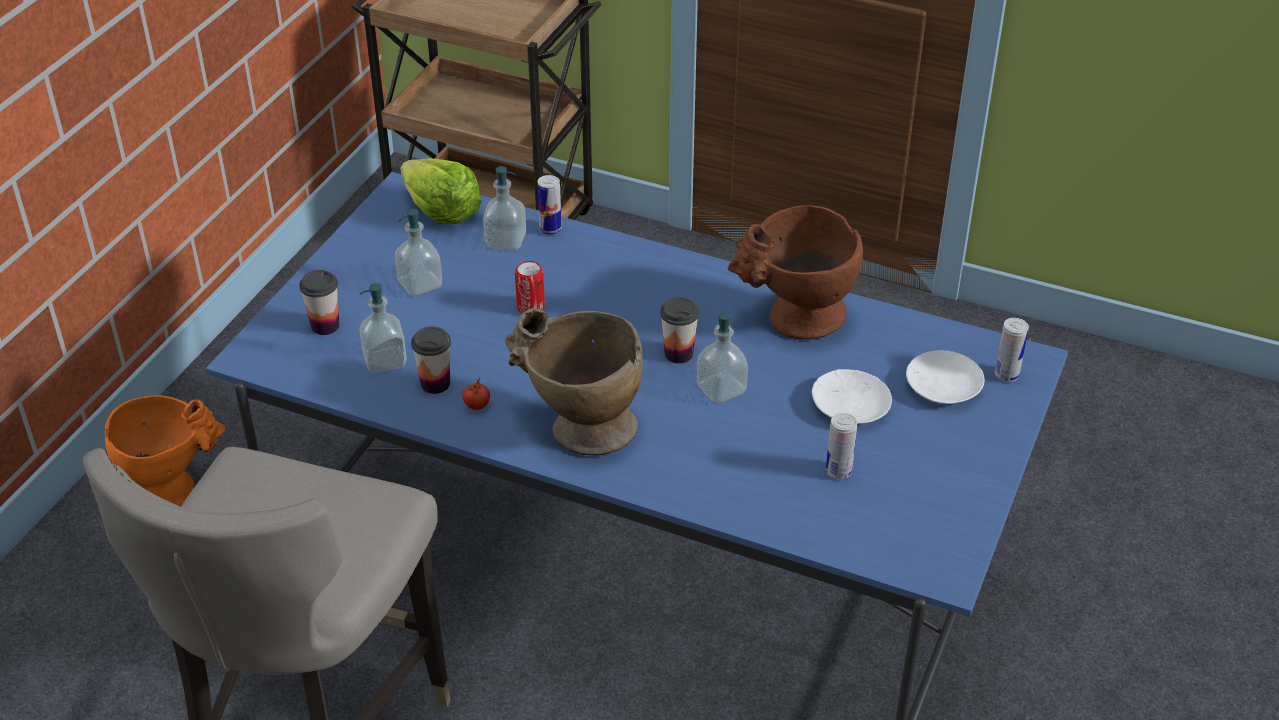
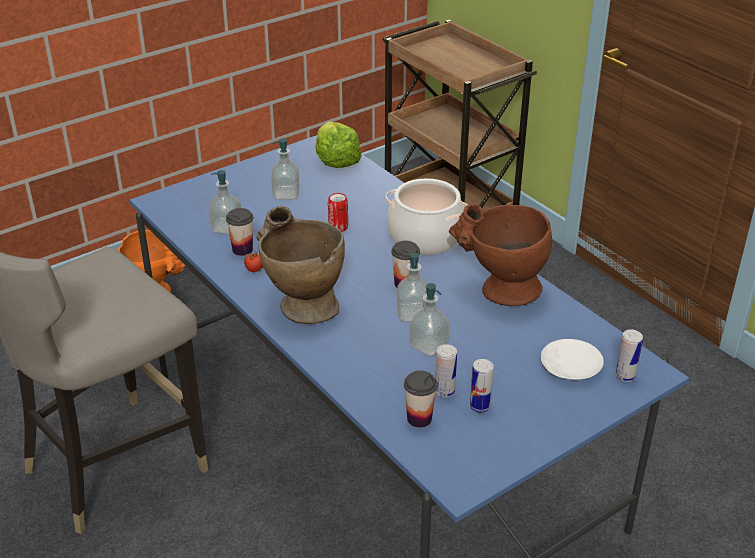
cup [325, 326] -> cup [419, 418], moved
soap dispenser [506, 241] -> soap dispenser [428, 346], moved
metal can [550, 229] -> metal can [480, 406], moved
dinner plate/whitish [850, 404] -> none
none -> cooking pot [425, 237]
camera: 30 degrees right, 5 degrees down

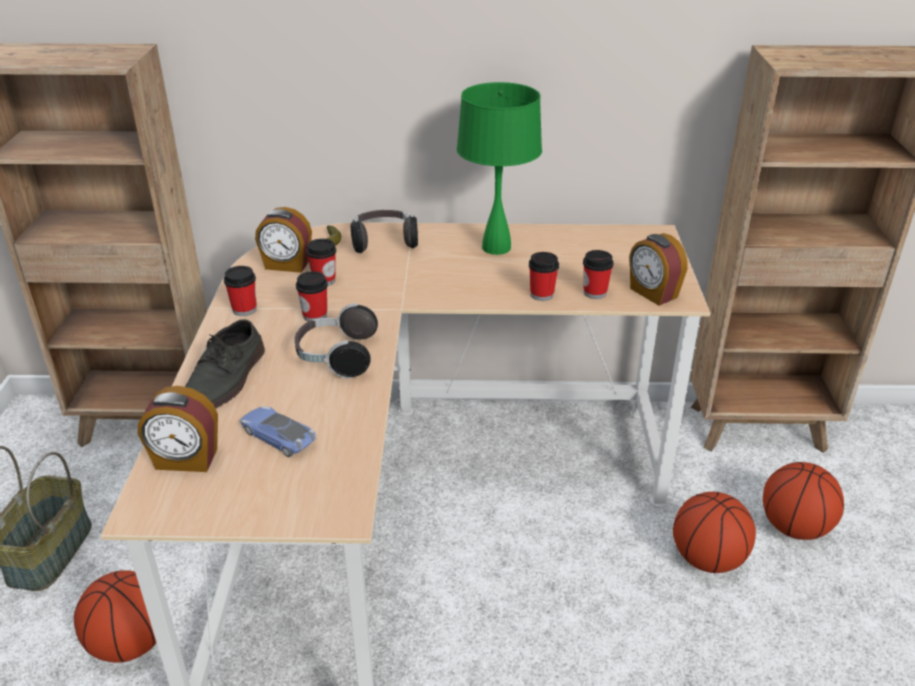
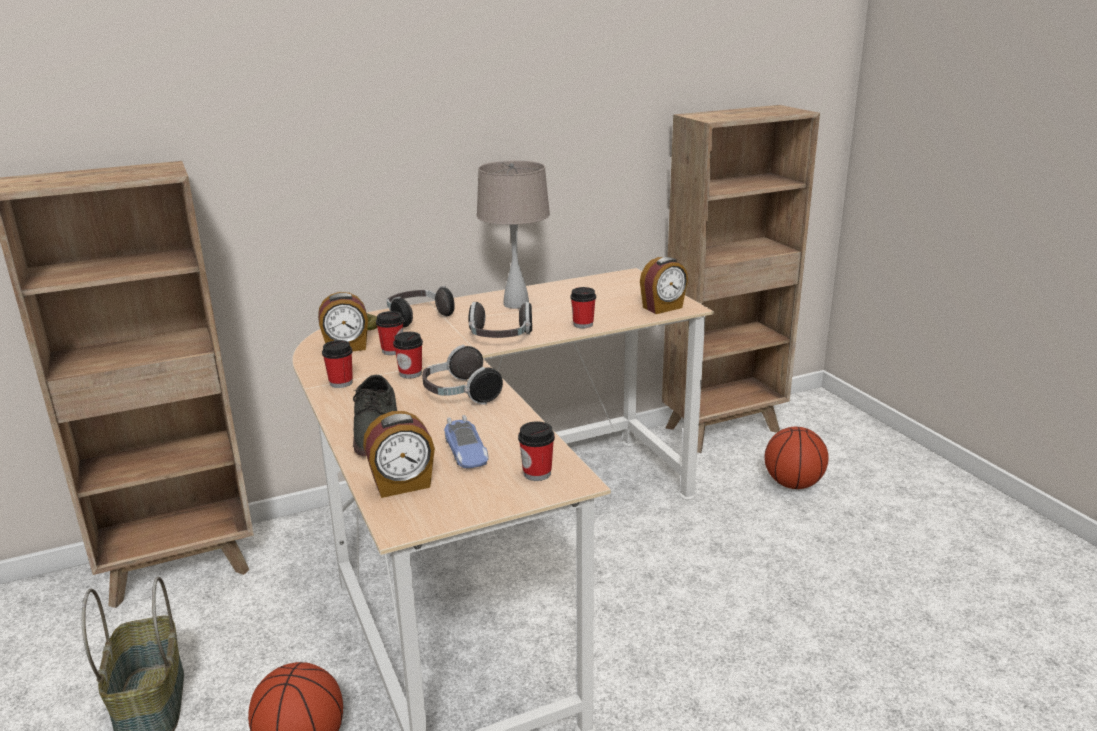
model car [278, 436] -> model car [466, 451], 120 degrees counterclockwise
tabletop lamp/green-coloured [495, 247] -> tabletop lamp/beige-coloured [515, 304]
cup [595, 293] -> cup [537, 473], moved
table clock [652, 293] -> table clock [663, 308], 60 degrees counterclockwise
ball for basketball [707, 559] -> none
none -> headset [500, 338]
camera: 25 degrees left, 10 degrees down

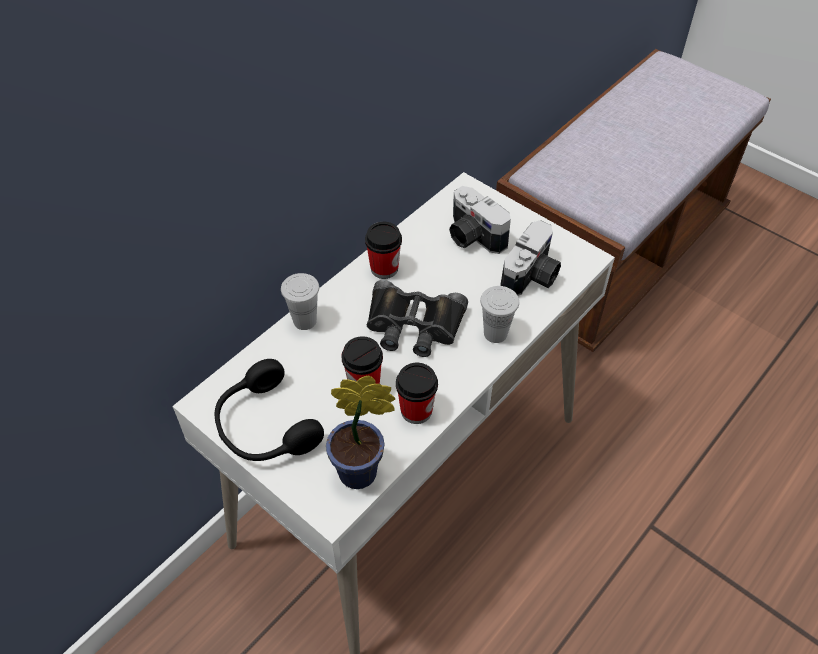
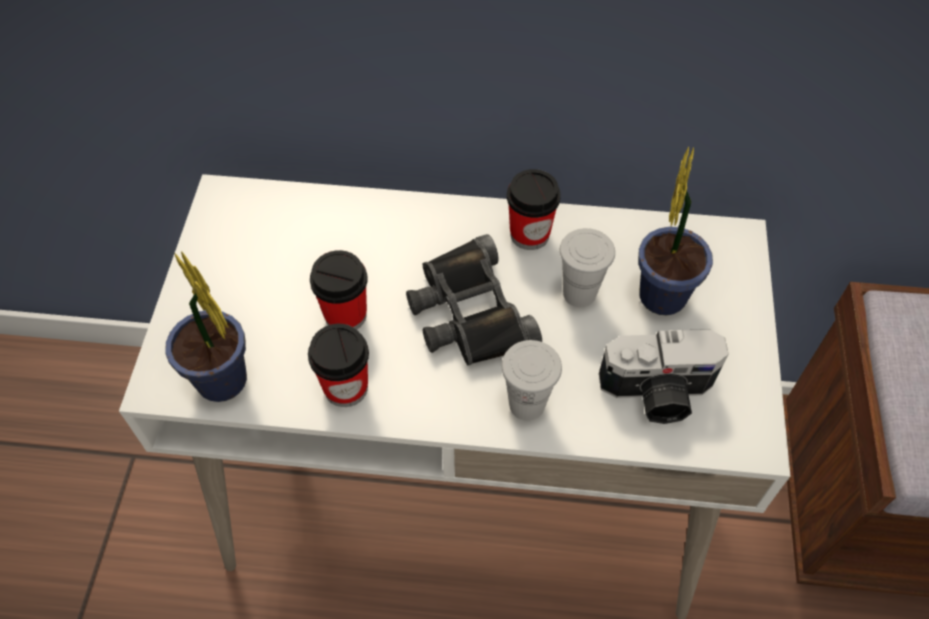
headset/black [264, 427] -> none
cup/whitish [305, 321] -> cup/whitish [579, 293], moved
still camera [472, 237] -> plant in a pot [663, 291]
camera: 55 degrees right, 5 degrees up

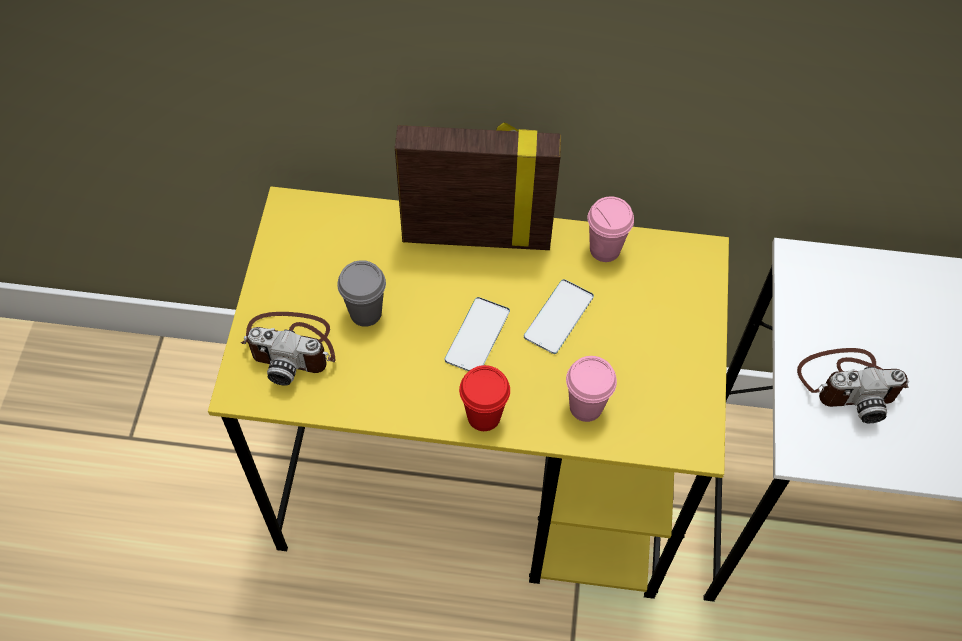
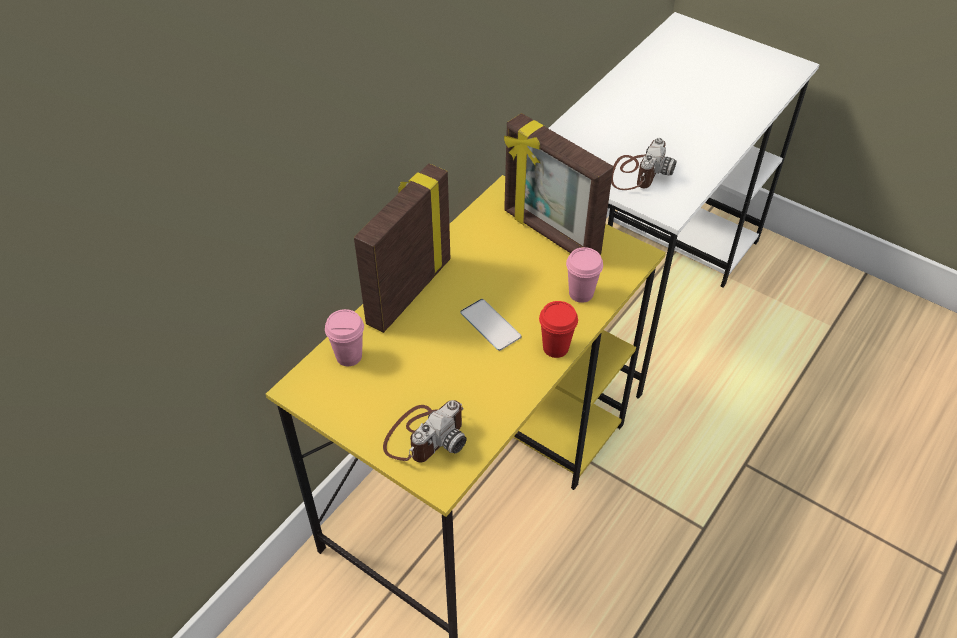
cup/gray [365, 313] -> none
phone [558, 317] -> none
cup/pink [604, 249] -> cup/pink [349, 356], moved
none -> photo frame [550, 234]
camera: 60 degrees left, 10 degrees down

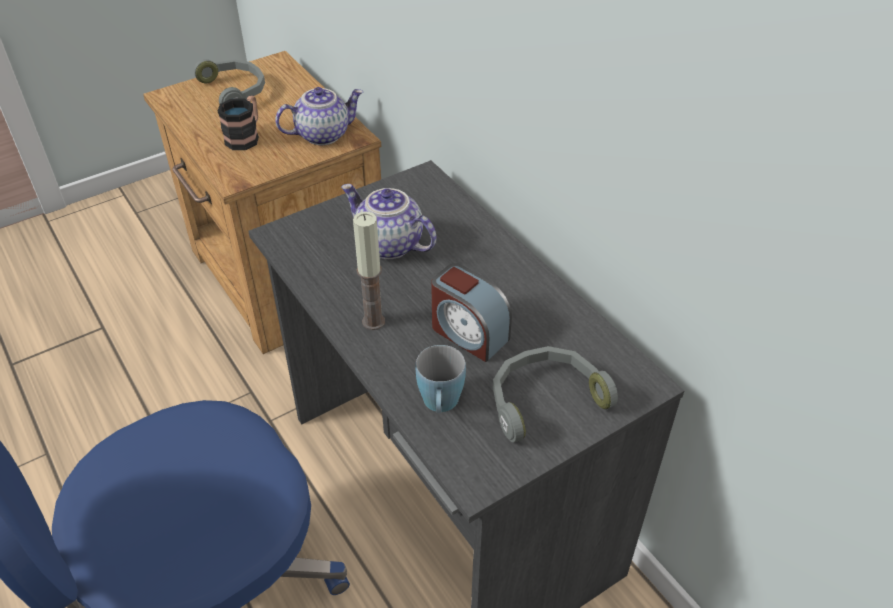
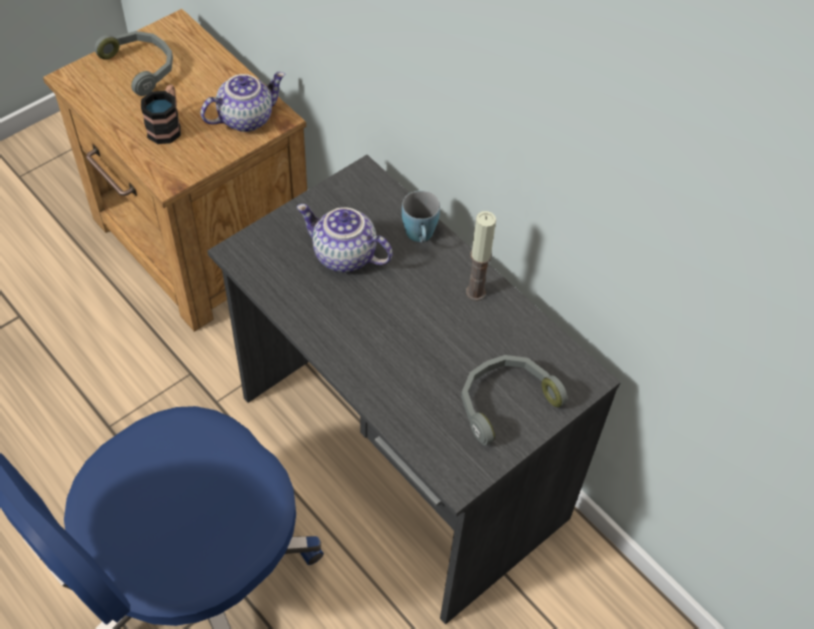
wax candle [373, 321] -> wax candle [475, 292], moved
coffee mug/bluish [440, 405] -> coffee mug/bluish [420, 237], moved
table clock [468, 333] -> none
camera: 10 degrees left, 10 degrees up

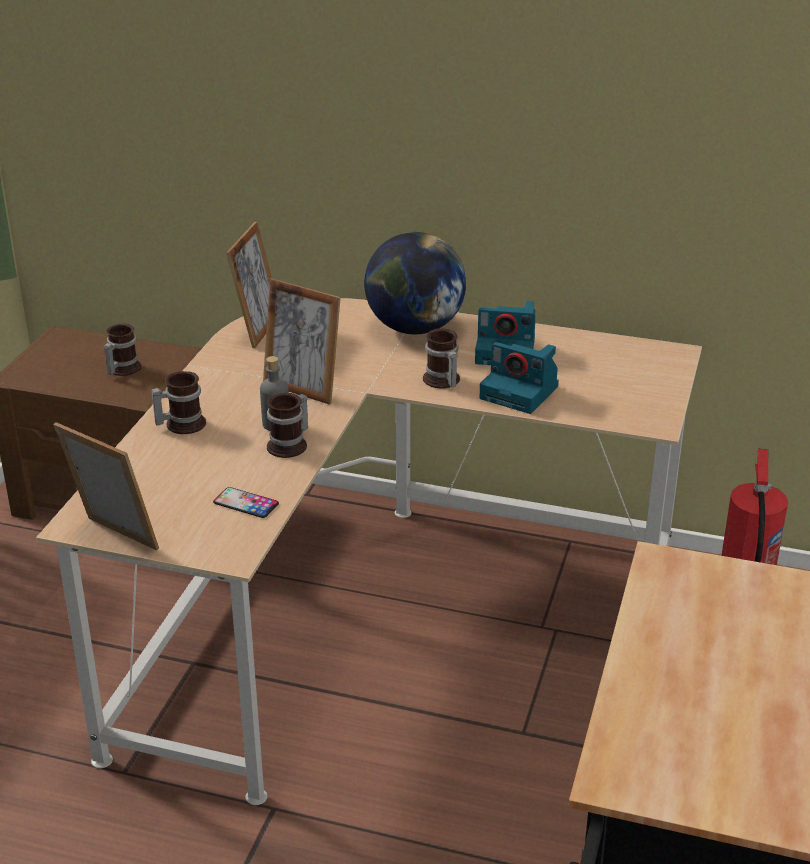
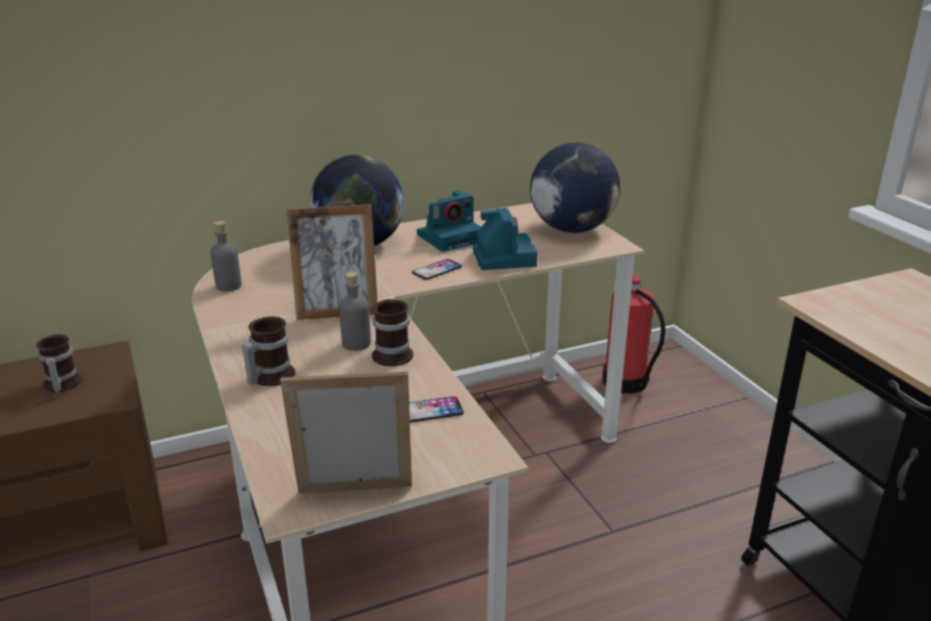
photo frame [257, 329] -> bottle/gray [228, 286]
coffee mug [441, 381] -> phone [437, 270]
still camera [521, 392] -> still camera [503, 257], 90 degrees counterclockwise
none -> globe [572, 229]
camera: 40 degrees left, 5 degrees down

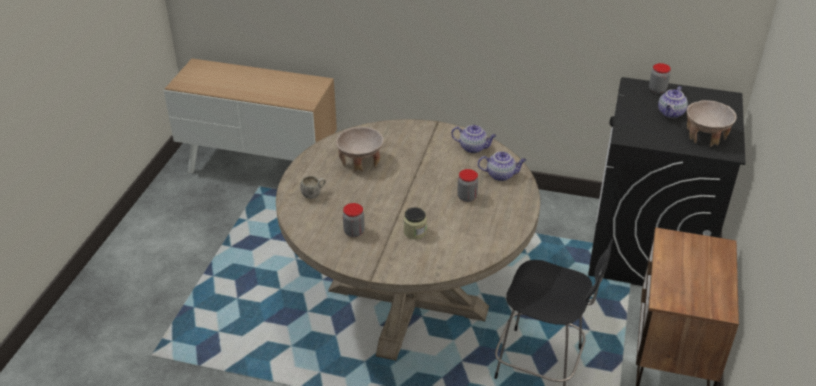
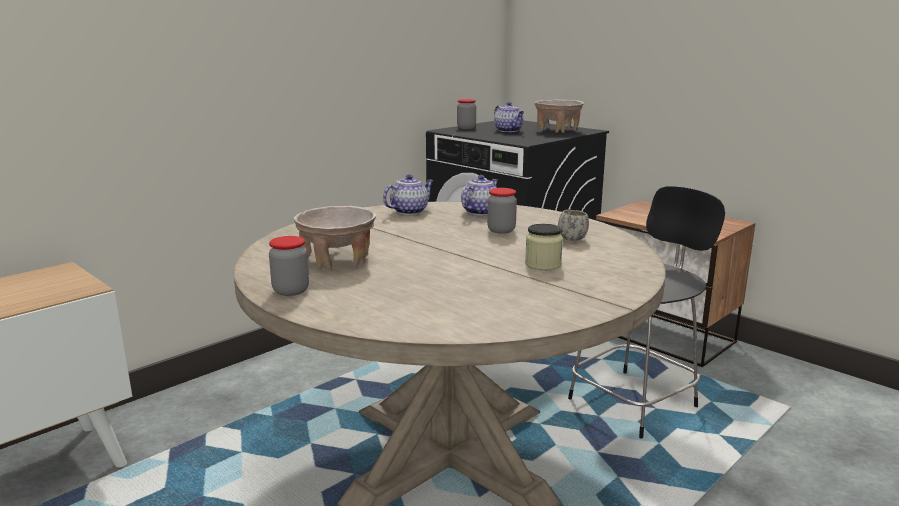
coffee mug/whitish [314, 194] -> coffee mug/whitish [571, 238], moved
preserve jar [354, 232] -> preserve jar [291, 291], moved
camera: 60 degrees left, 20 degrees down

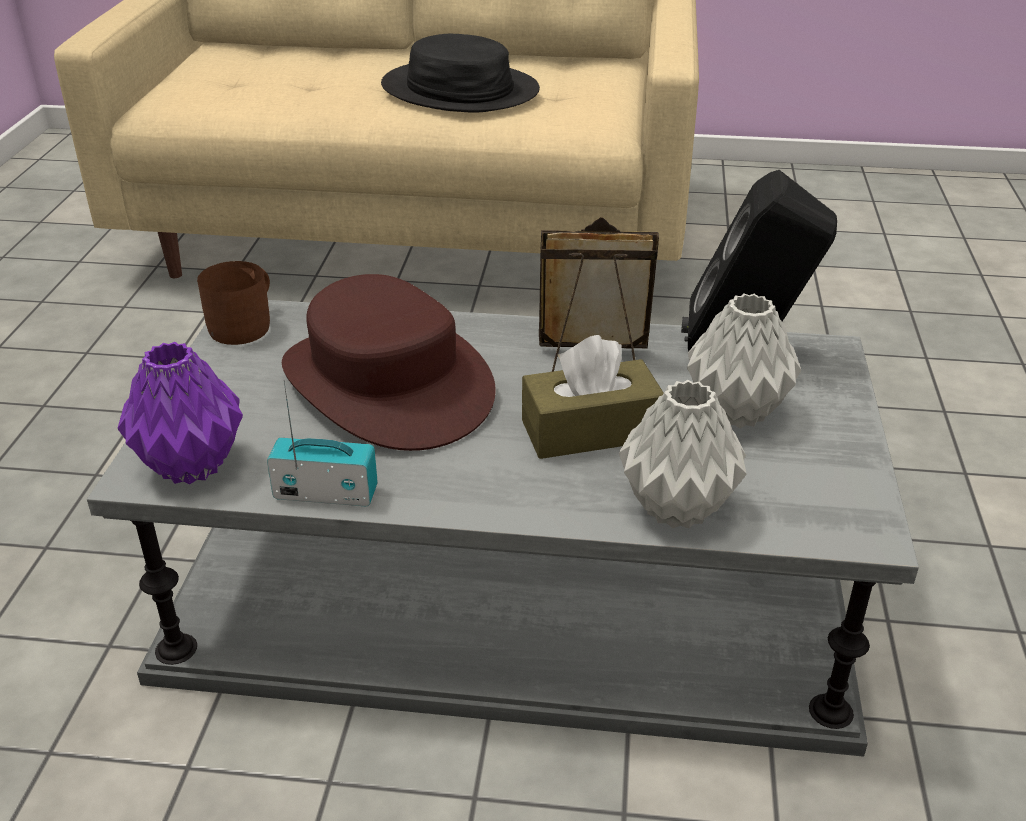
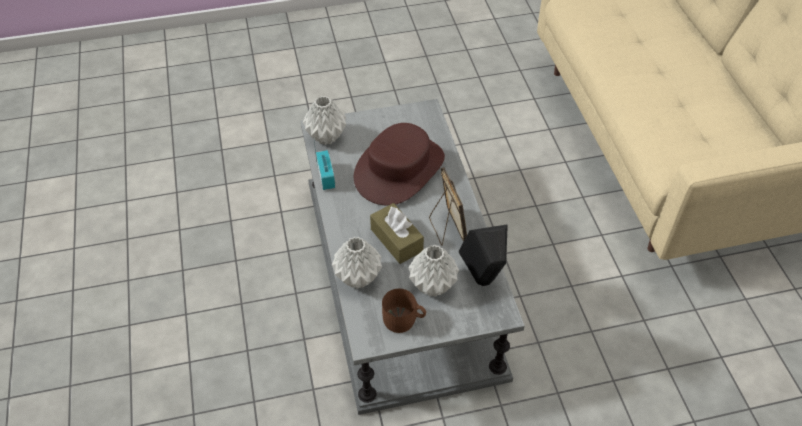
decorative vase/purplish [192, 464] -> decorative vase/gray [327, 137]
coffee mug/brown [246, 325] -> coffee mug/brown [404, 320], moved
wearable hat/black [459, 90] -> none
camera: 70 degrees right, 15 degrees up

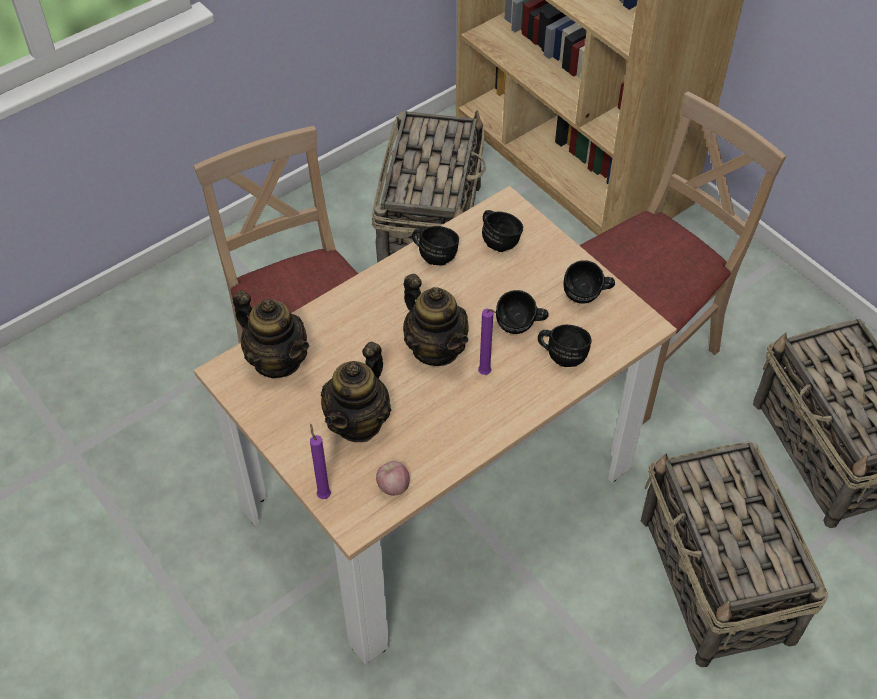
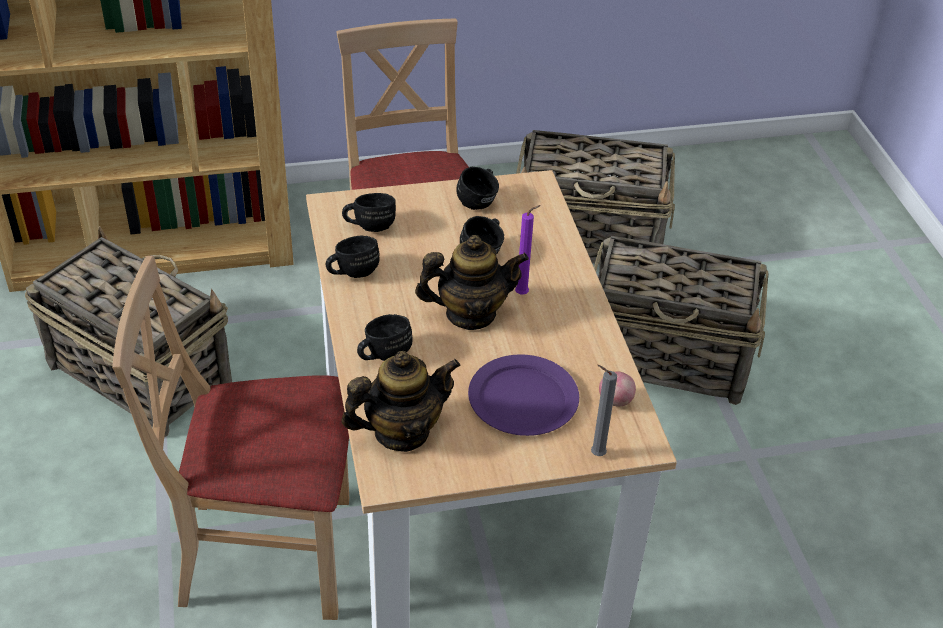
wax candle/purplish [323, 494] -> wax candle/gray [595, 454]
teapot [358, 422] -> dinner plate/purplish [523, 398]
coffee mug/black [562, 354] -> coffee mug/black [382, 354], moved
camera: 65 degrees left, 10 degrees down

